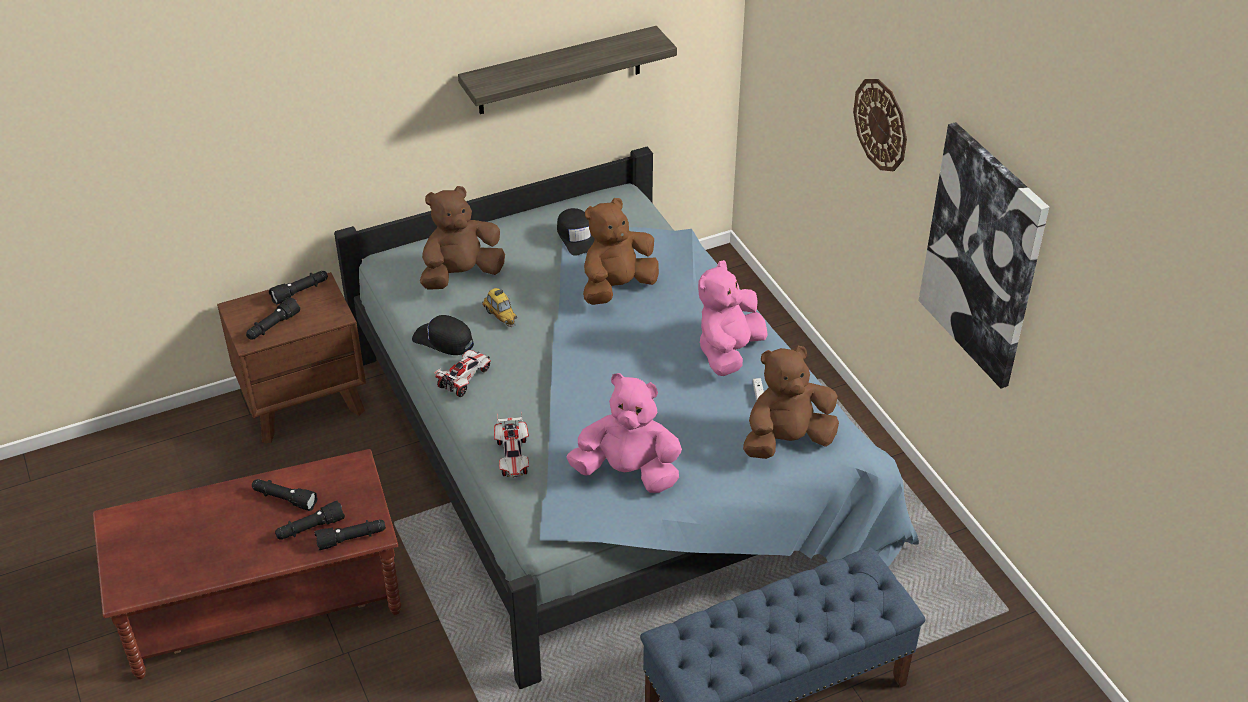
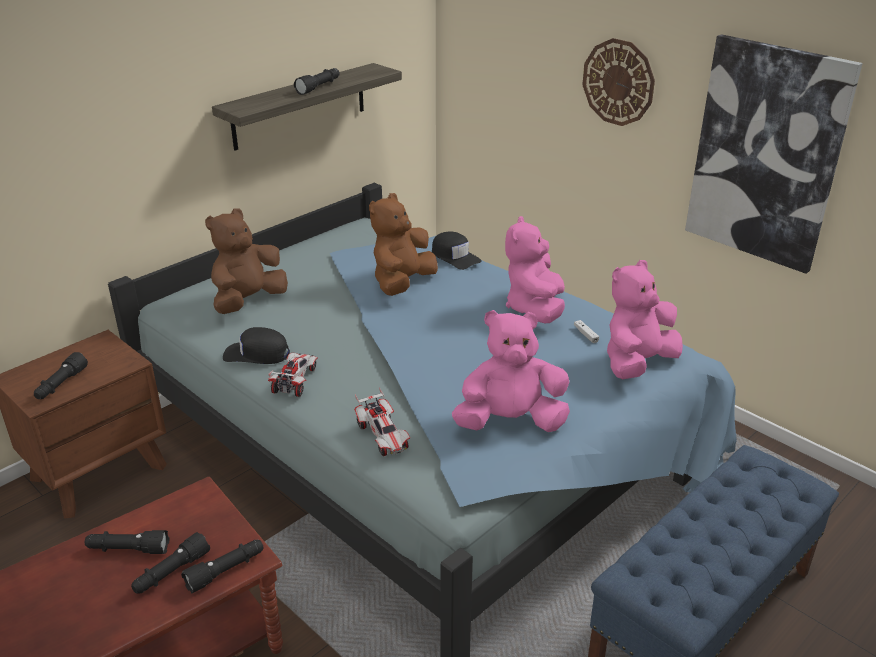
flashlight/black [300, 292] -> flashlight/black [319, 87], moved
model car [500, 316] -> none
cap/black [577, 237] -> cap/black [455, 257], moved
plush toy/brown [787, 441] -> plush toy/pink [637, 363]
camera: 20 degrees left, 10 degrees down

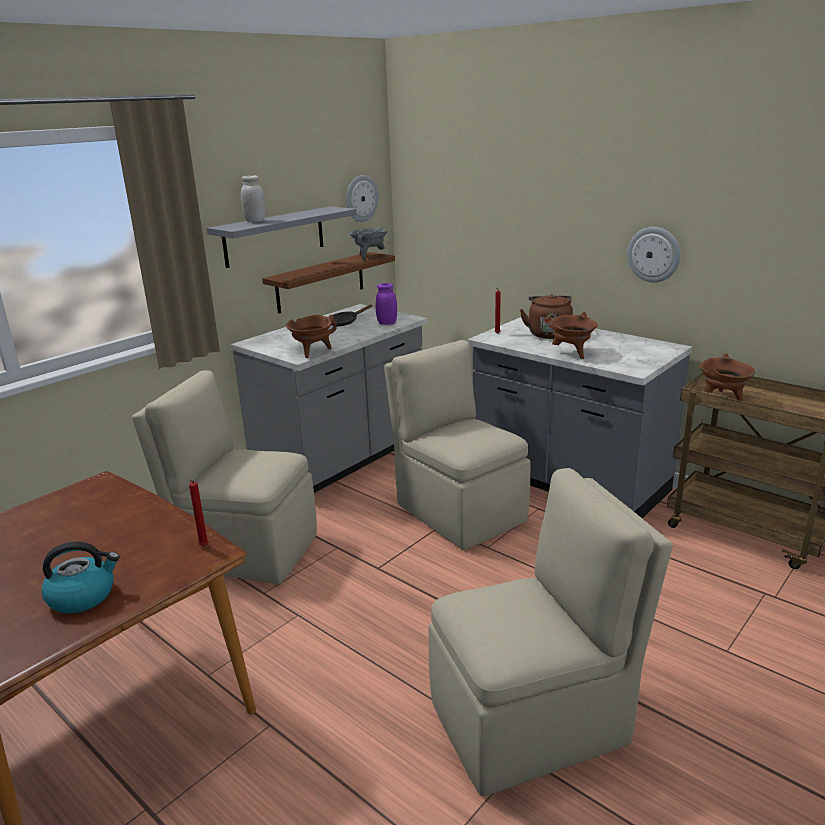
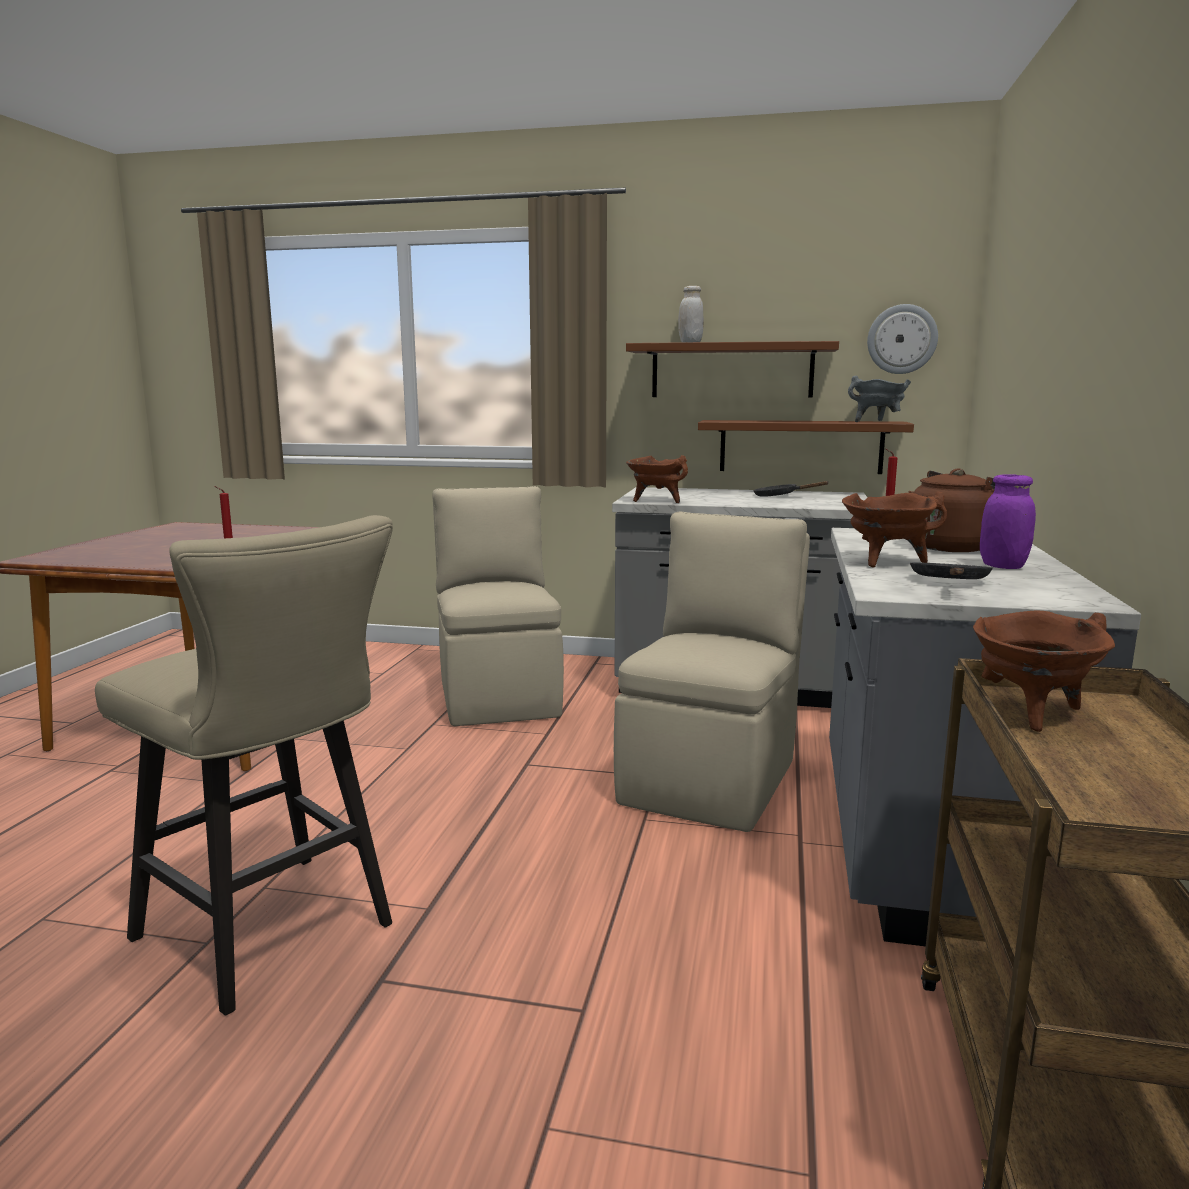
kettle [83, 596] -> none
shelf/gray [274, 236] -> shelf/brown [732, 371]
preserve jar/purplish [387, 323] -> preserve jar/purplish [1002, 566], moved
plain chair/beige-coloured [533, 721] -> sitting stool/beige-coloured [275, 936]
wall clock [654, 254] -> none
none -> pan/black [950, 582]
camera: 60 degrees right, 10 degrees down

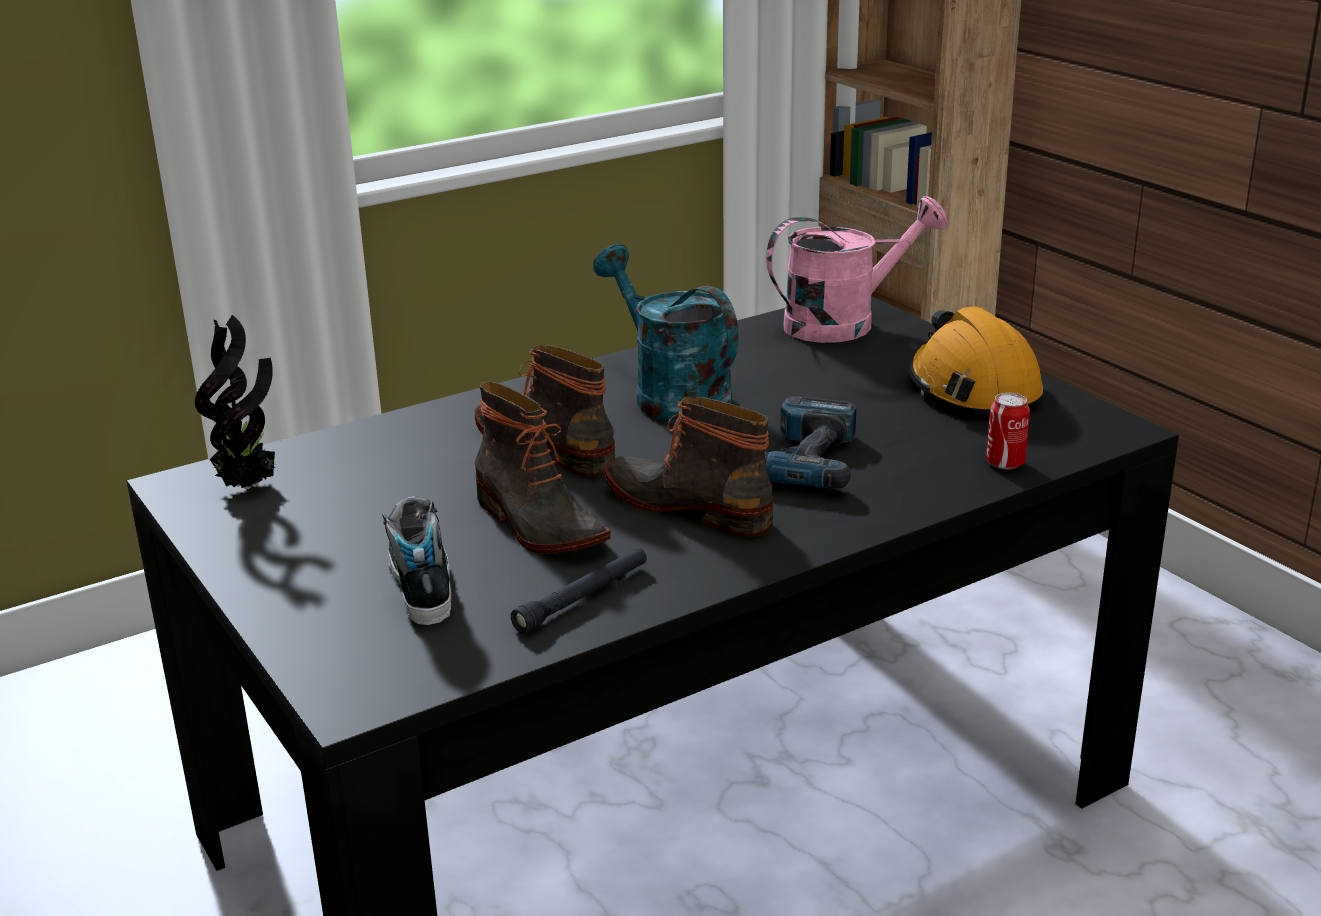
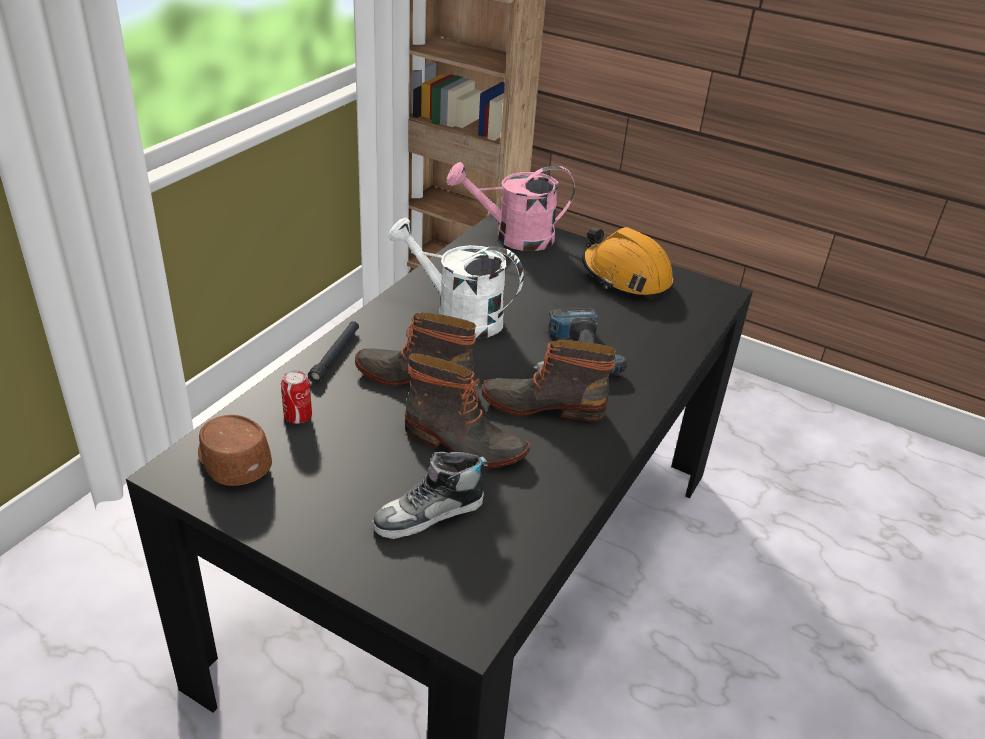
plant in a pot [249, 486] -> cap/brown [232, 461]
shoe [420, 583] -> shoe [429, 514], 75 degrees counterclockwise
flashlight/black [583, 598] -> flashlight/black [335, 355], moved
sprinkling can/turquoise [671, 395] -> sprinkling can/whitish [458, 316]
sprinkling can/pink [844, 323] -> sprinkling can/pink [513, 237], 135 degrees counterclockwise
metal can [1005, 463] -> metal can [298, 417], moved
camera: 30 degrees left, 10 degrees up

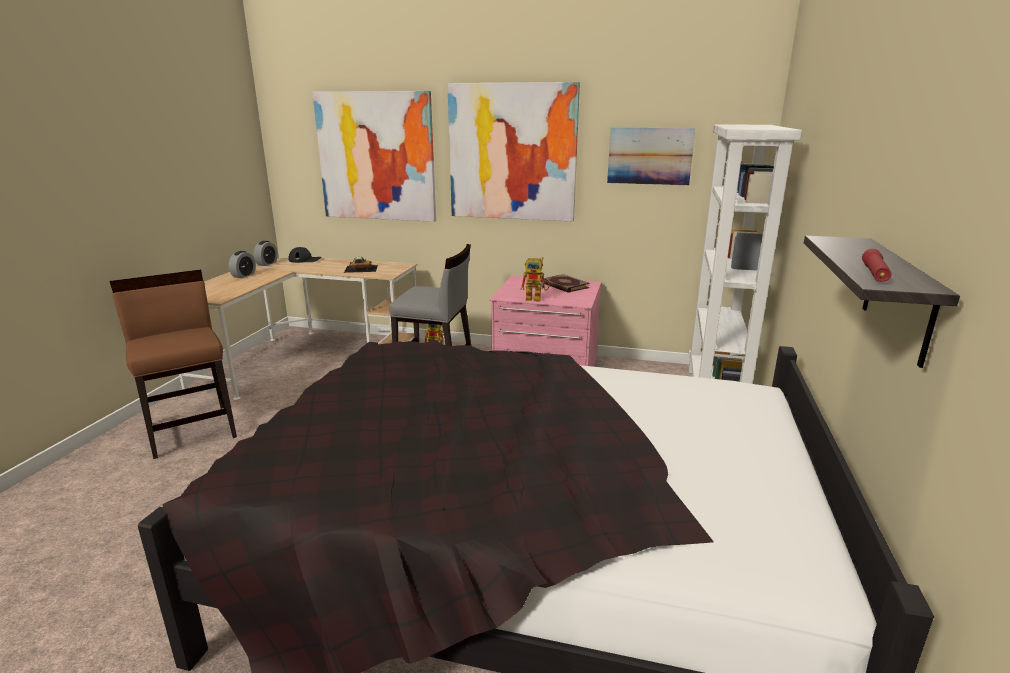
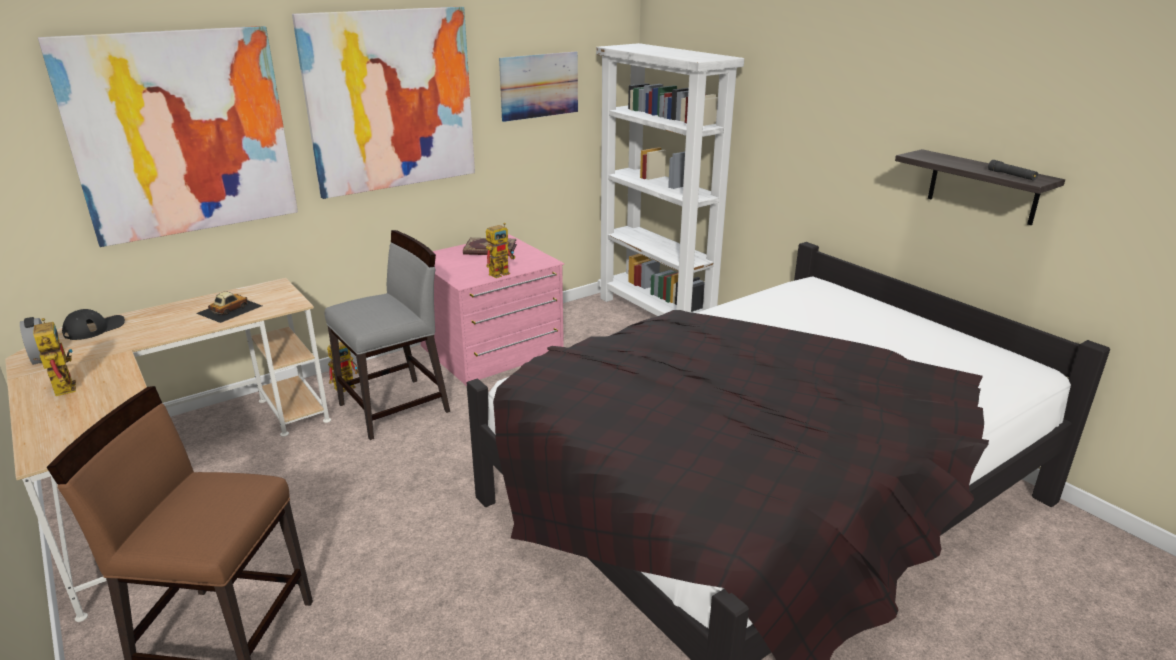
table clock [244, 275] -> model robot [62, 386]
flashlight/reddish [874, 273] -> flashlight/black [1011, 175]
camera: 50 degrees left, 5 degrees up

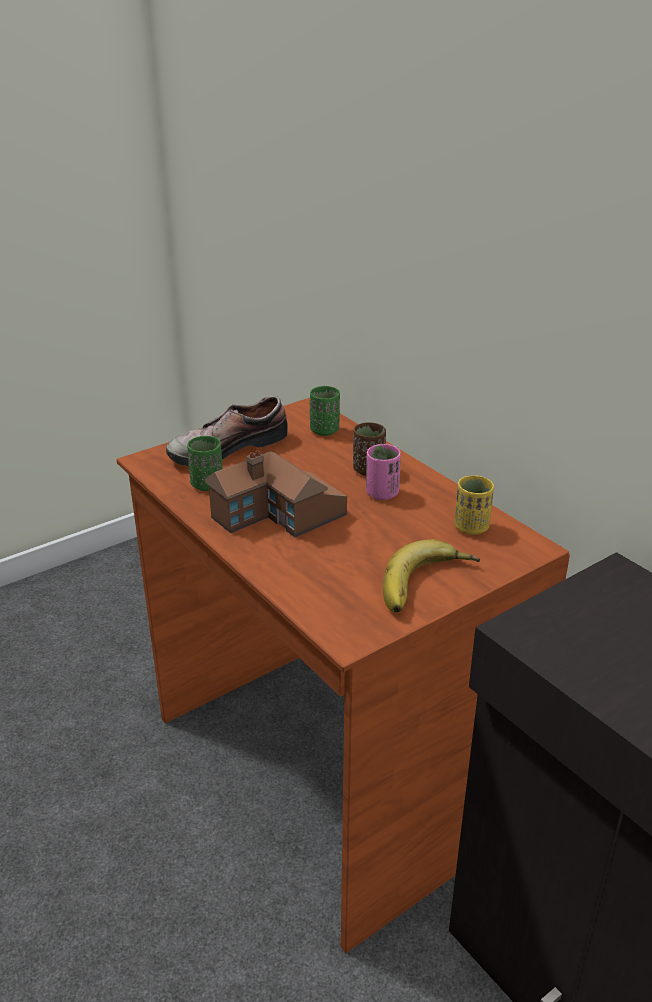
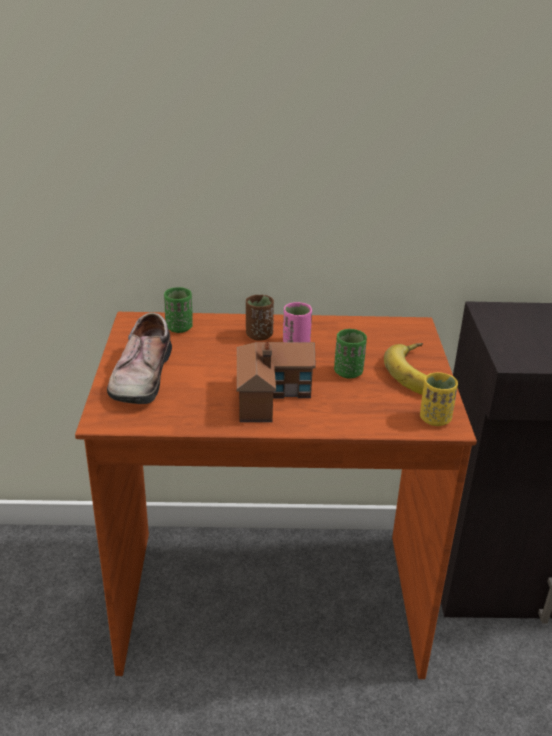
cup/green-coloured [207, 484] -> cup/green-coloured [348, 372], moved
cup/yellow-coloured [471, 527] -> cup/yellow-coloured [435, 419], moved
camera: 55 degrees left, 0 degrees up

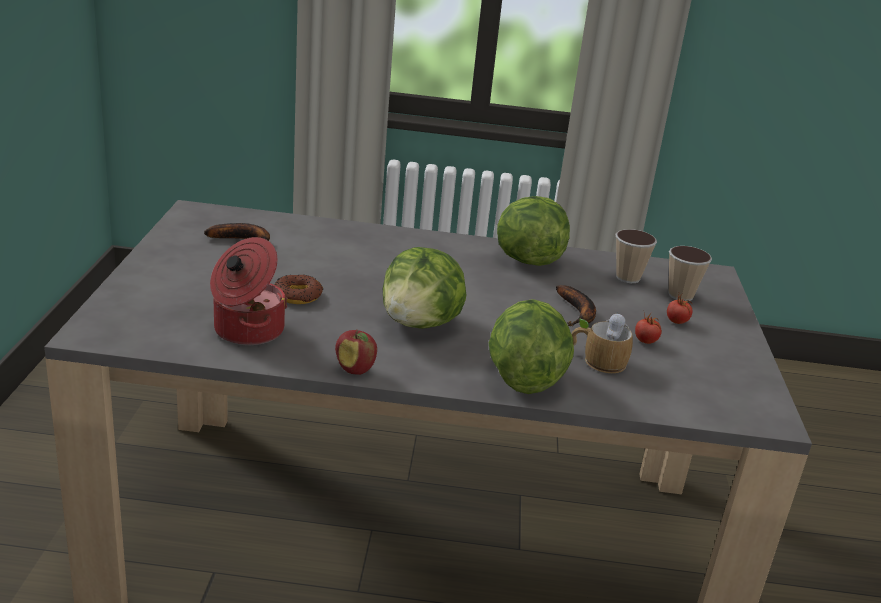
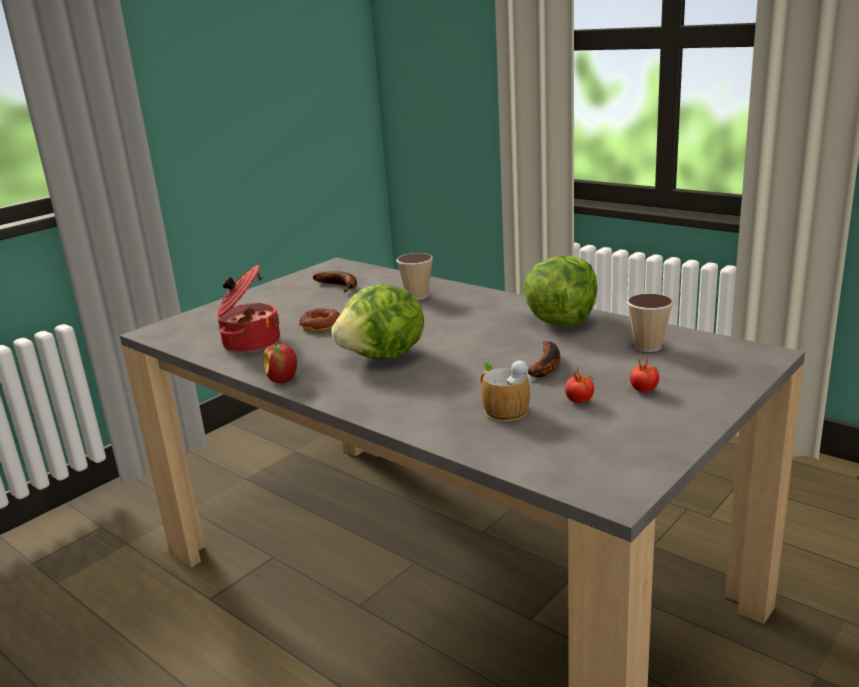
head of lettuce [523, 378] -> none
cup [680, 295] -> cup [417, 296], moved
camera: 40 degrees right, 5 degrees down

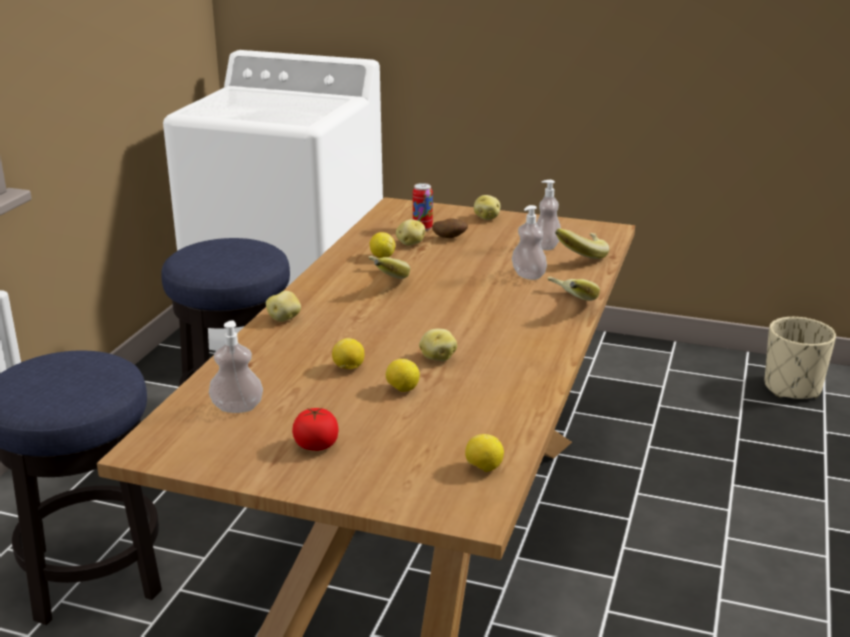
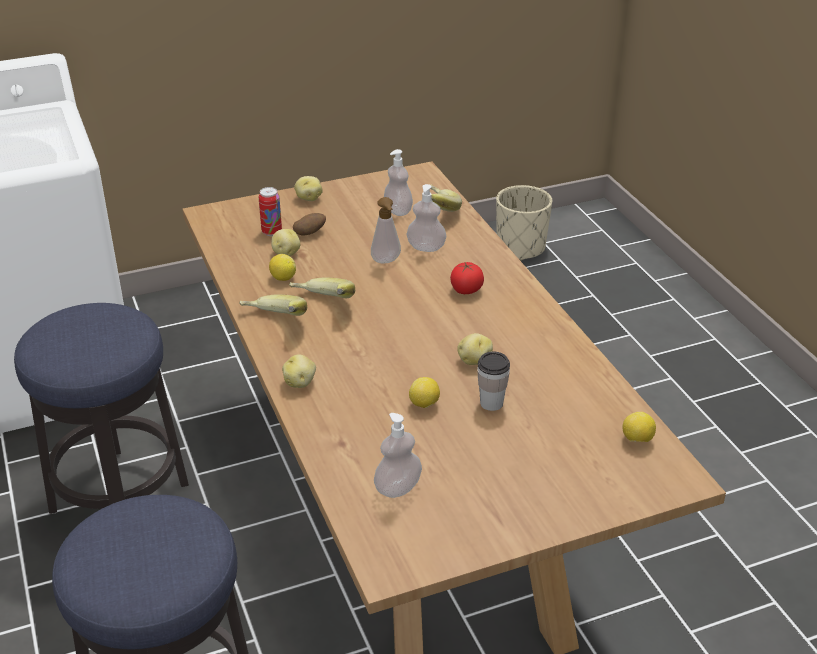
tomato [316, 445] -> tomato [466, 290], moved
citrus fruit [402, 389] -> cup [491, 403]
banana fruit [567, 303] -> banana fruit [273, 323], moved
none -> soap dispenser [386, 261]
camera: 40 degrees left, 10 degrees up

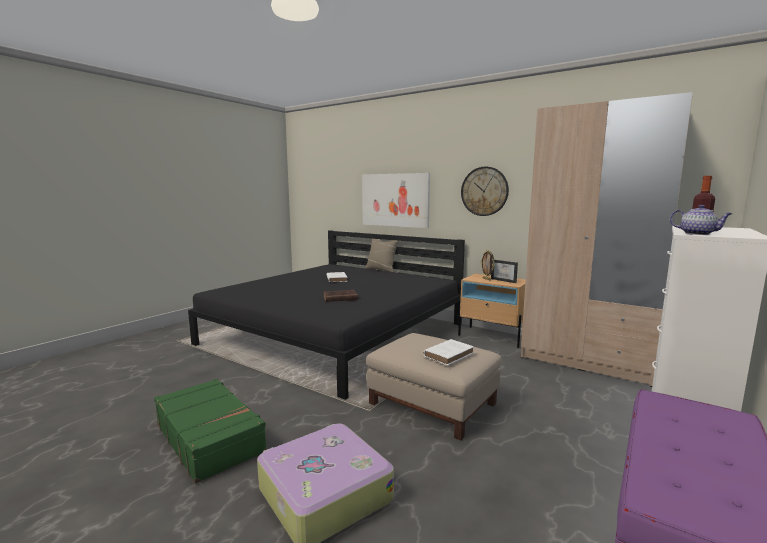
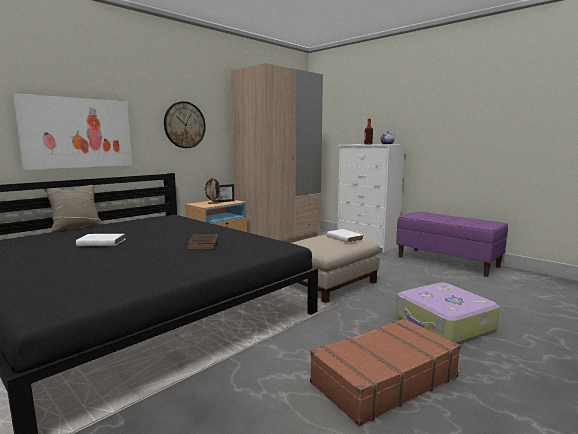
suitcase/green-coloured [210, 437] -> suitcase/brown [383, 379]
camera: 80 degrees left, 0 degrees up

